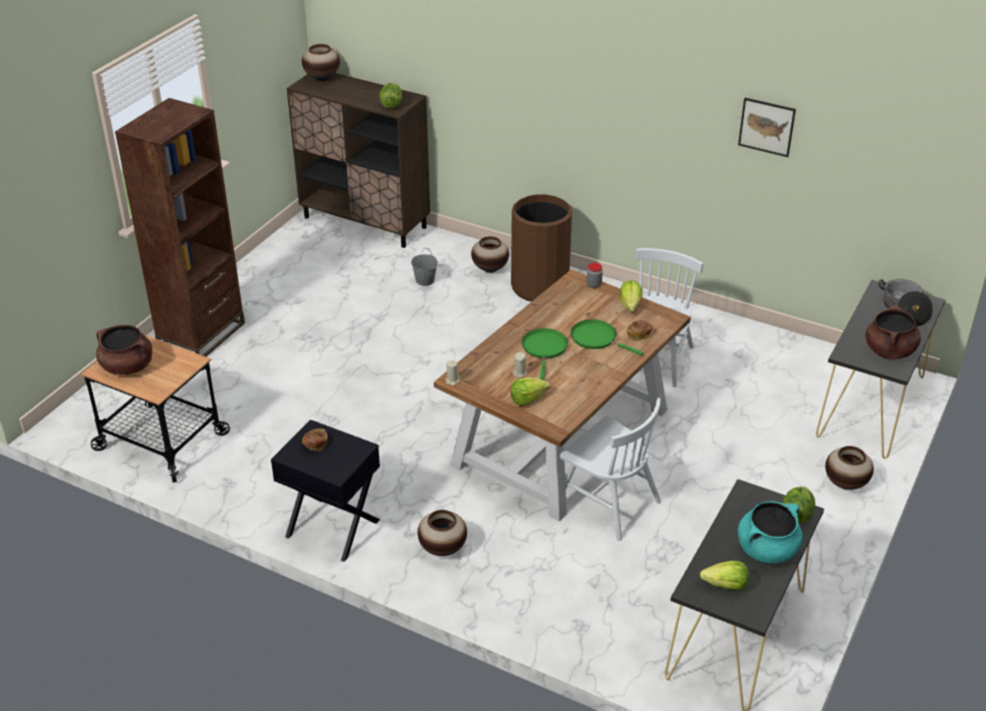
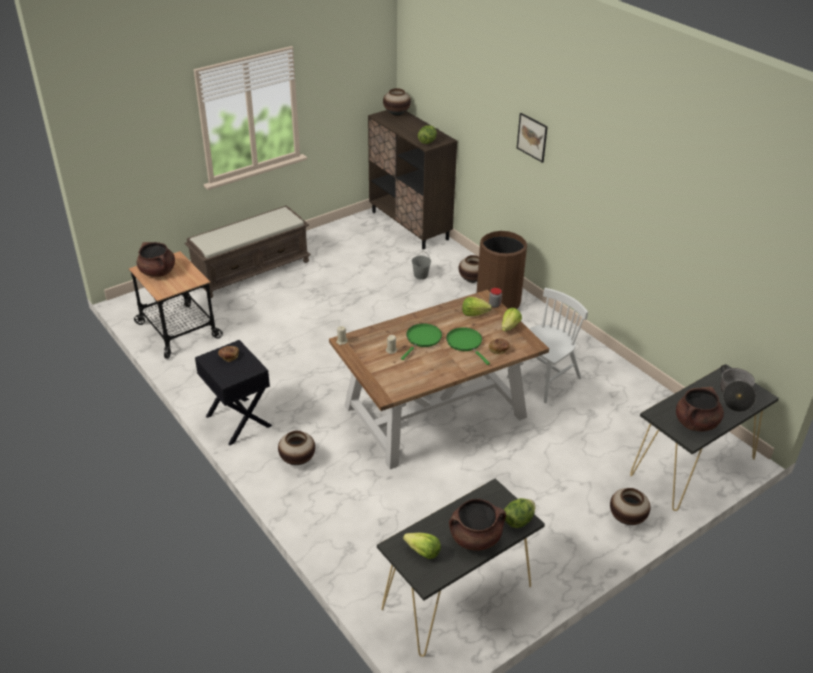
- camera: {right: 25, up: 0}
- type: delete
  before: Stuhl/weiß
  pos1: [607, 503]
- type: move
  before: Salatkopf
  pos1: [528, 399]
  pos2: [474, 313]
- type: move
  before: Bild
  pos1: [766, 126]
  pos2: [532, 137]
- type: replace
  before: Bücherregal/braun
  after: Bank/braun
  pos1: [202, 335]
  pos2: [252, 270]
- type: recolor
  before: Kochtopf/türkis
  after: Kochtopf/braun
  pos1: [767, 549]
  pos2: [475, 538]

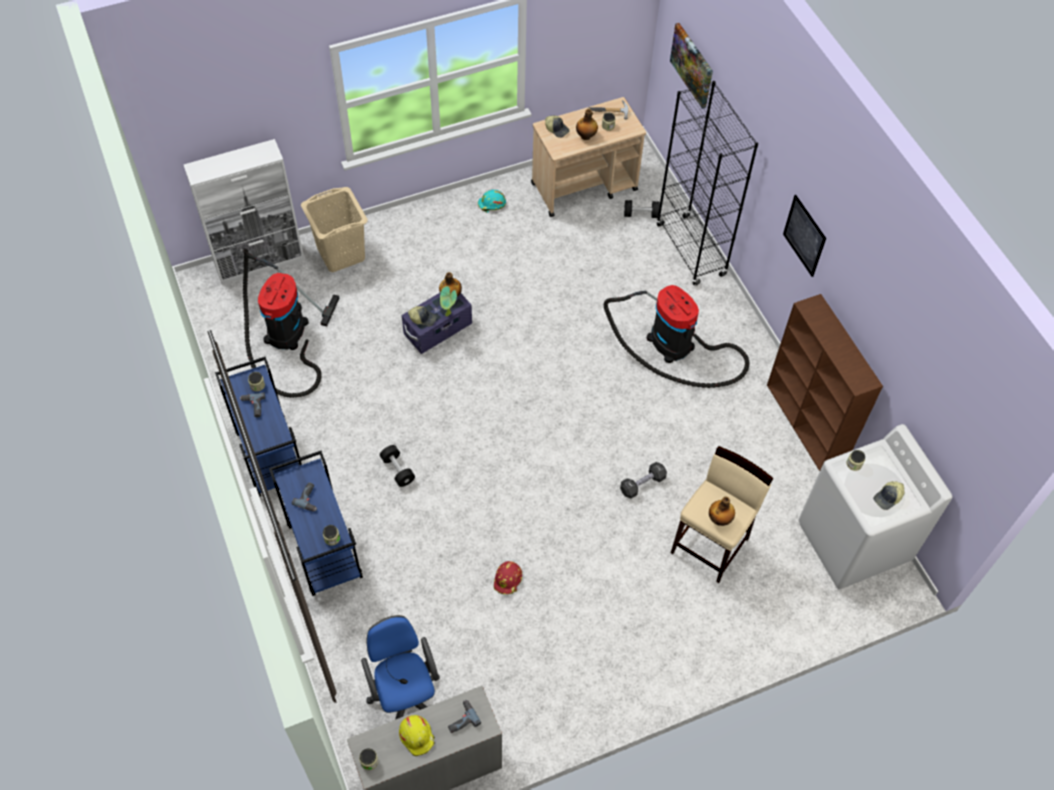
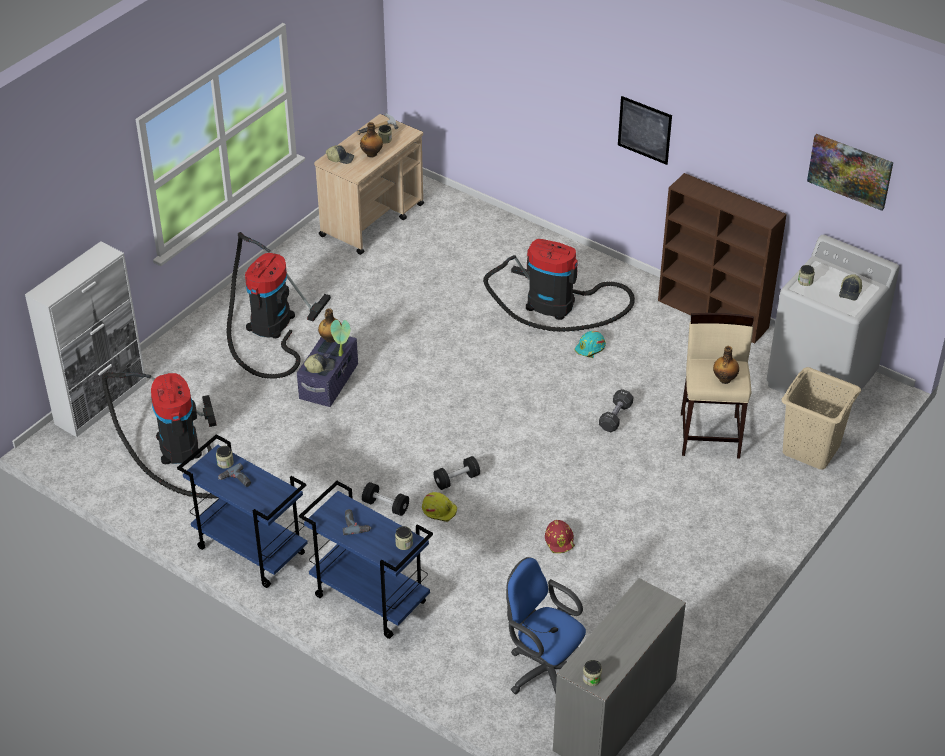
- camera: {right: -30, up: -15}
- type: delete
  before: Bohrmaschine
  pos1: [461, 718]
- type: delete
  before: Bücherregal/schwarz
  pos1: [690, 250]
- type: insert
  after: Staubsauger
  pos2: [269, 326]
- type: move
  before: Wäschekorb/beige
  pos1: [341, 253]
  pos2: [811, 449]
- type: move
  before: Schutzhelm/gelb
  pos1: [417, 736]
  pos2: [439, 510]
- type: move
  before: Schutzhelm/türkis
  pos1: [491, 204]
  pos2: [590, 349]
- type: move
  before: Hantel/schwarz
  pos1: [641, 214]
  pos2: [456, 480]
- type: move
  before: Bild
  pos1: [692, 65]
  pos2: [850, 171]

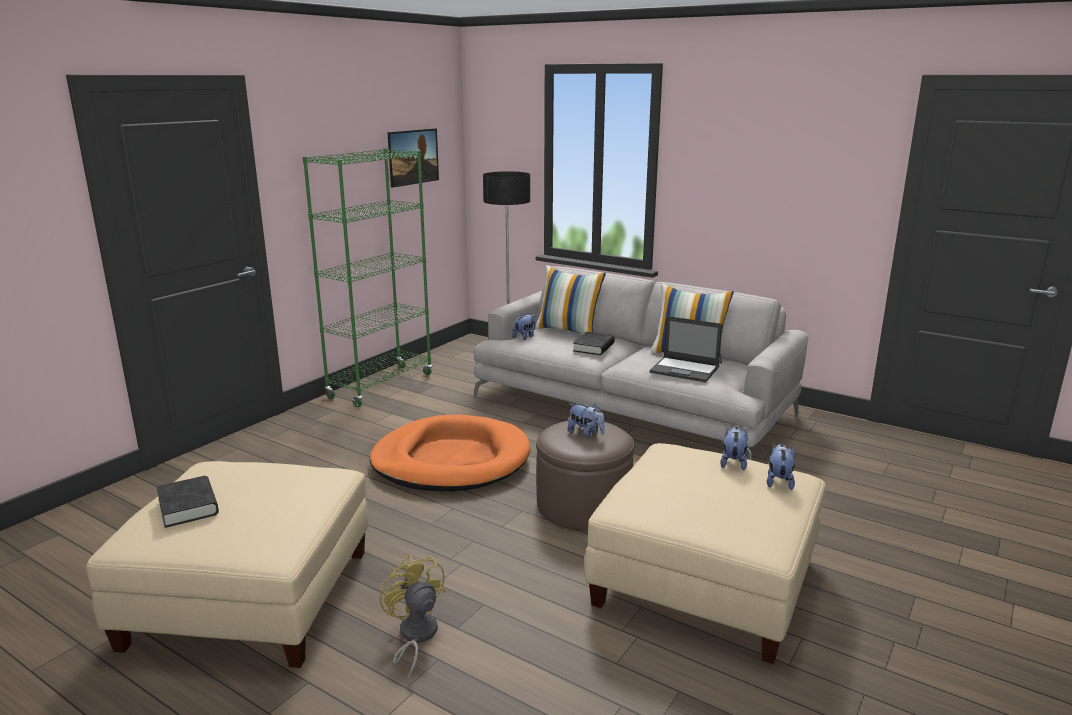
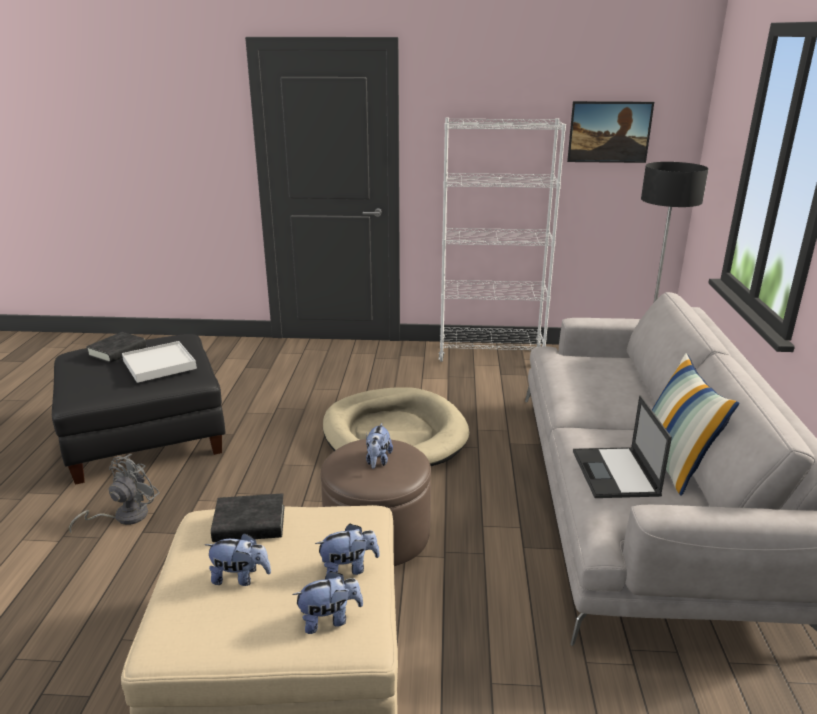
- camera: {right: 60, up: 5}
- type: delete
  before: Kissen
  pos1: [568, 330]
- type: insert
  after: Tablett/weiß
  pos2: [159, 365]
- type: move
  before: Plüschtier
  pos1: [525, 337]
  pos2: [240, 577]
- type: move
  before: Buch/schwarz
  pos1: [593, 347]
  pos2: [249, 524]
- type: recolor
  before: Polsterhocker/beige
  after: Polsterhocker/schwarz
  pos1: [250, 597]
  pos2: [145, 434]
- type: recolor
  before: Bücherregal/grün
  after: Bücherregal/weiß
  pos1: [381, 386]
  pos2: [491, 355]
- type: recolor
  before: Hundebett/orange
  after: Hundebett/beige
  pos1: [451, 460]
  pos2: [394, 434]
- type: recolor
  before: Ventilator/gelb
  after: Ventilator/grau
  pos1: [415, 636]
  pos2: [124, 516]

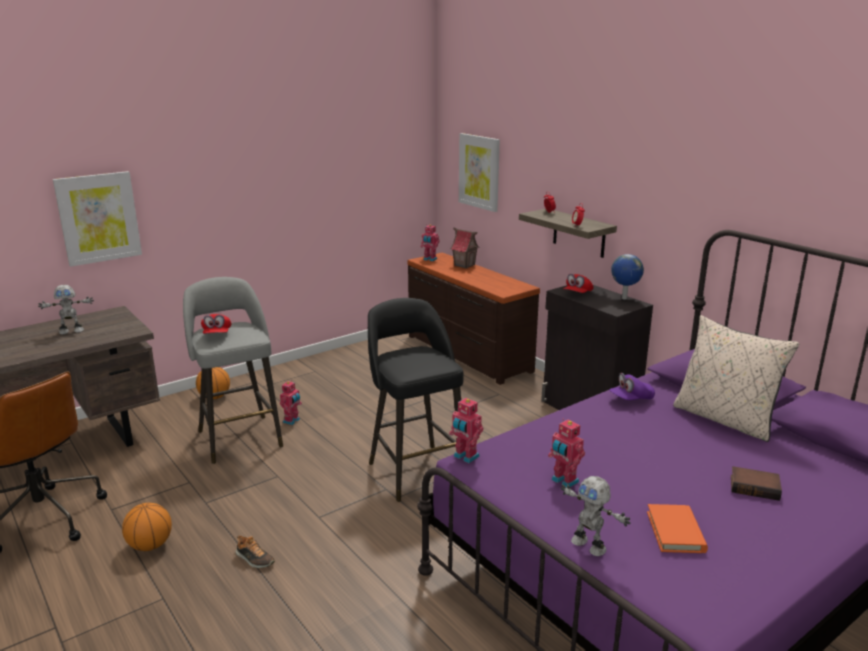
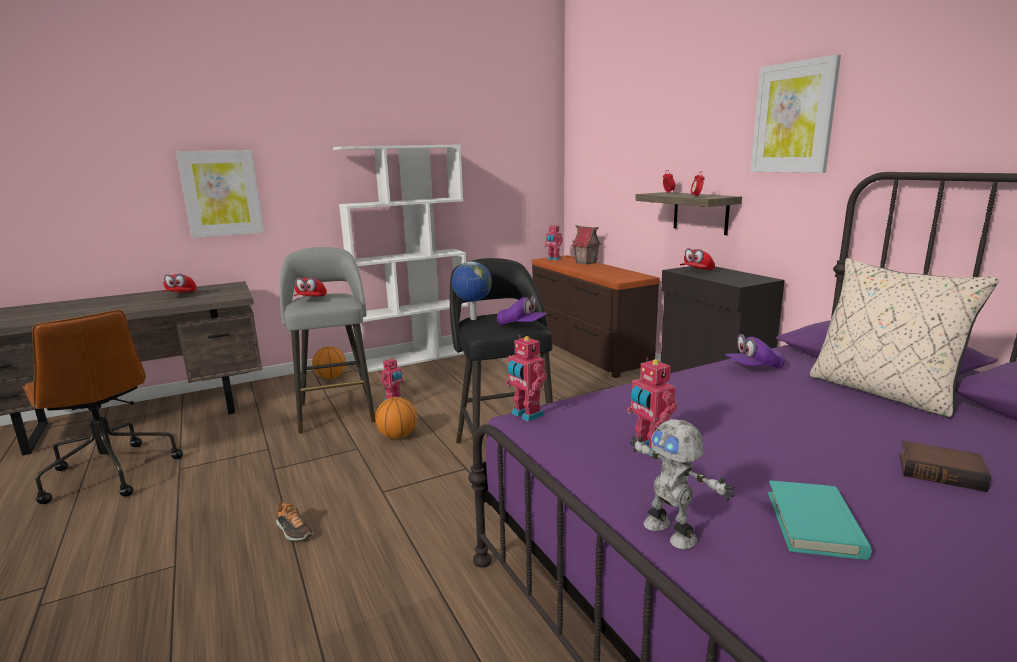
- camera: {right: 10, up: -5}
- type: insert
  after: Bücherregal/weiß
  pos2: [414, 358]
- type: insert
  after: Kappe/lila
  pos2: [522, 325]
- type: move
  before: Basketball
  pos1: [150, 545]
  pos2: [398, 436]
- type: move
  before: Bild
  pos1: [479, 172]
  pos2: [793, 118]
- type: move
  before: Globus
  pos1: [624, 298]
  pos2: [473, 319]
- type: replace
  before: Spielzeugroboter
  after: Kappe/rot
  pos1: [71, 331]
  pos2: [181, 295]
- type: recolor
  before: Buch/orange
  after: Buch/türkis
  pos1: [675, 532]
  pos2: [814, 524]

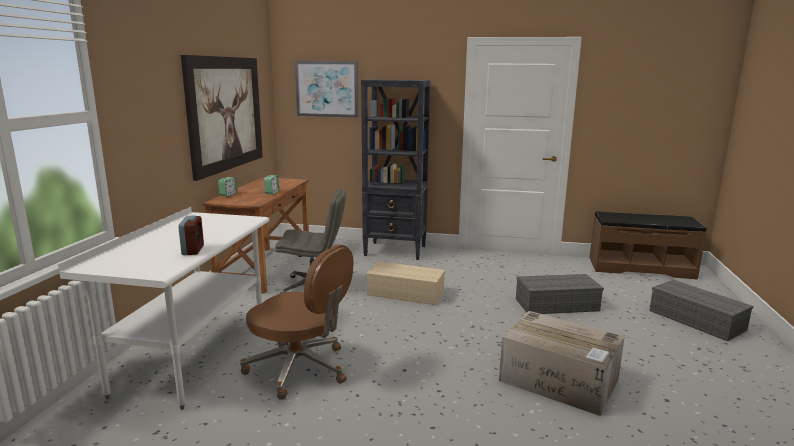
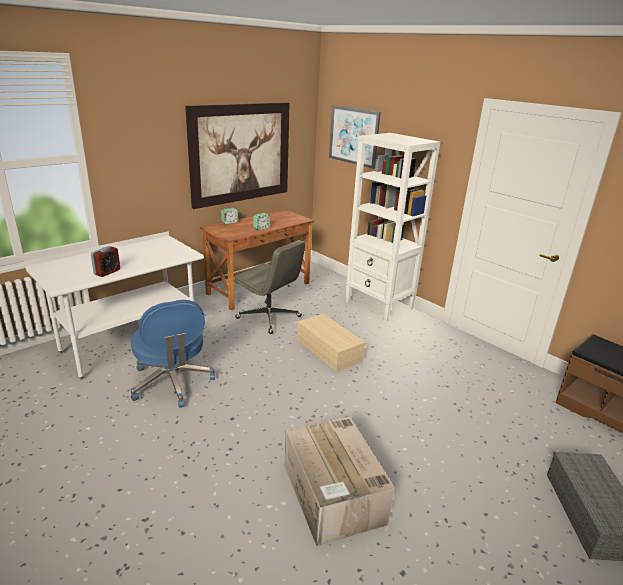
- camera: {right: 35, up: 10}
- type: delete
  before: Aufbewahrungsbox/grau
  pos1: [557, 304]
- type: recolor
  before: Bürostuhl/braun
  after: Bürostuhl/blau
  pos1: [300, 369]
  pos2: [172, 383]
- type: recolor
  before: Bücherregal/schwarz
  after: Bücherregal/weiß
  pos1: [396, 251]
  pos2: [379, 305]

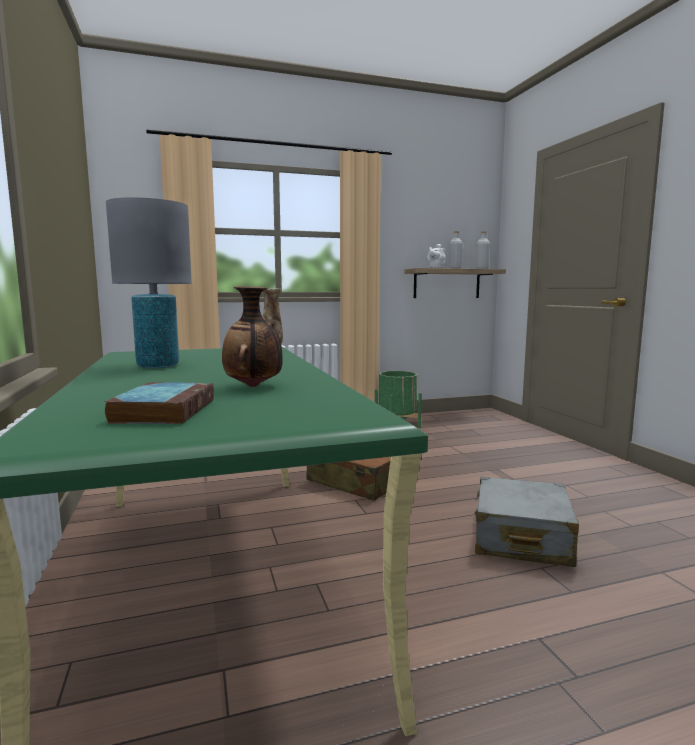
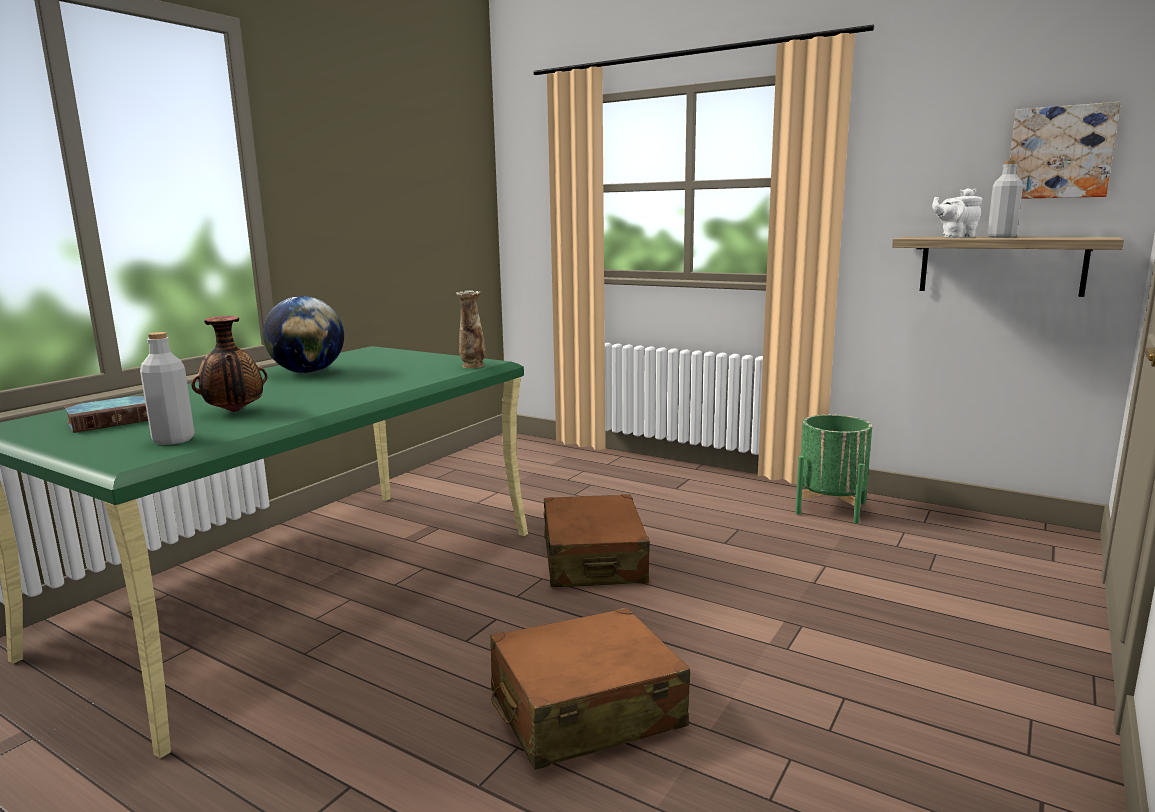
- camera: {right: 50, up: 5}
- type: insert
  after: Bild
  pos2: [1060, 153]
- type: move
  before: Flasche/grau
  pos1: [482, 269]
  pos2: [173, 440]
- type: replace
  before: Tischlampe/grau
  after: Globus
  pos1: [158, 366]
  pos2: [308, 372]
- type: recolor
  before: Koffer/grau
  after: Koffer/braun
  pos1: [521, 538]
  pos2: [585, 710]

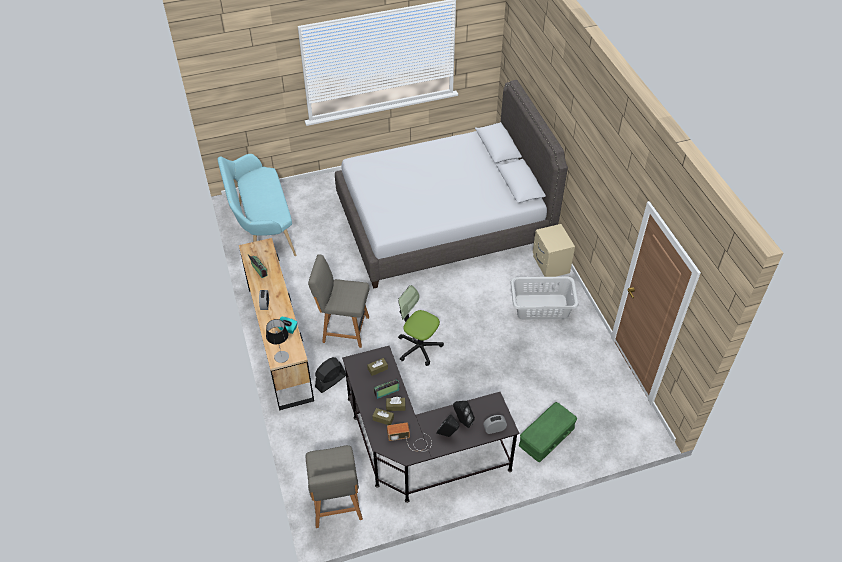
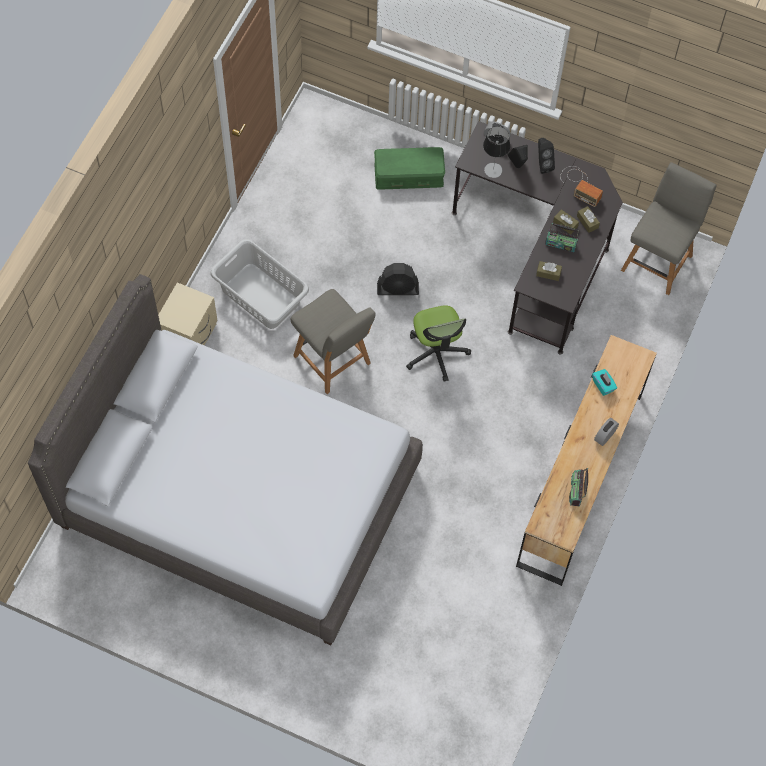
- camera: {right: -140, up: 15}
- type: delete
  before: Bank/türkis
  pos1: [262, 229]
- type: move
  before: Tischlampe
  pos1: [281, 356]
  pos2: [493, 170]
- type: move
  before: Stuhl/grau
  pos1: [344, 329]
  pos2: [333, 361]
- type: move
  before: Ventilator/schwarz
  pos1: [330, 381]
  pos2: [398, 289]

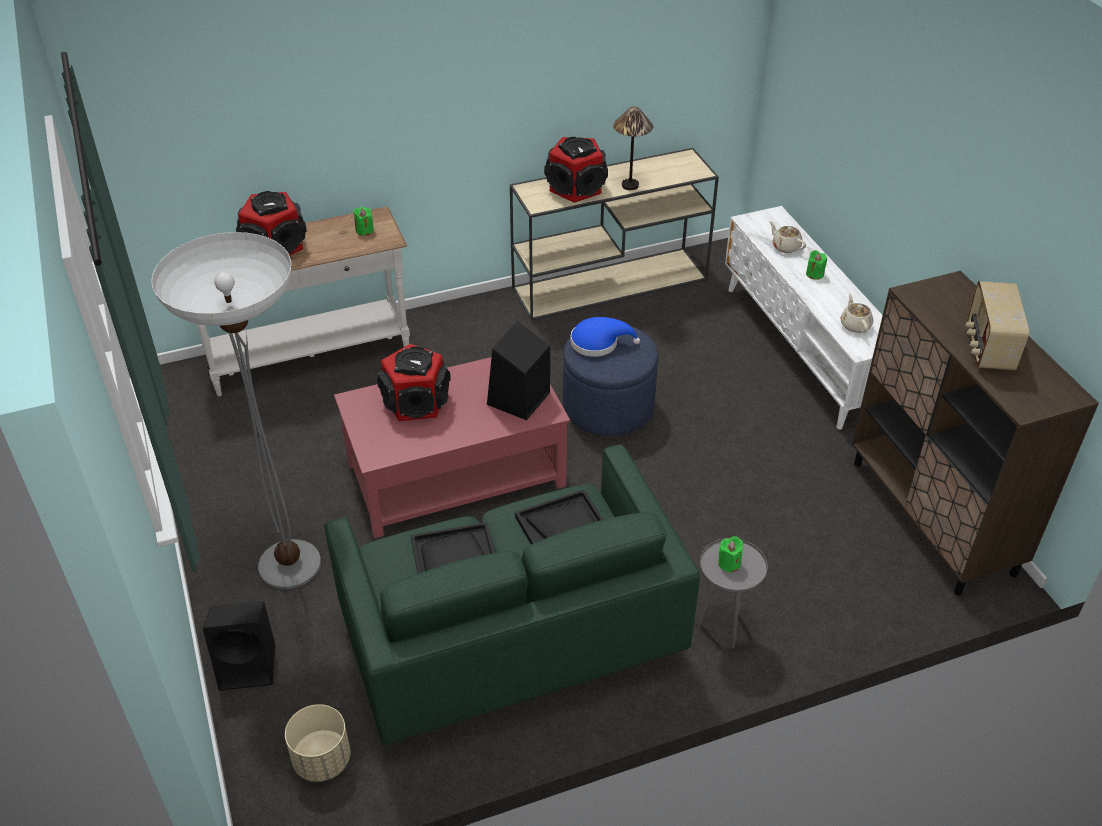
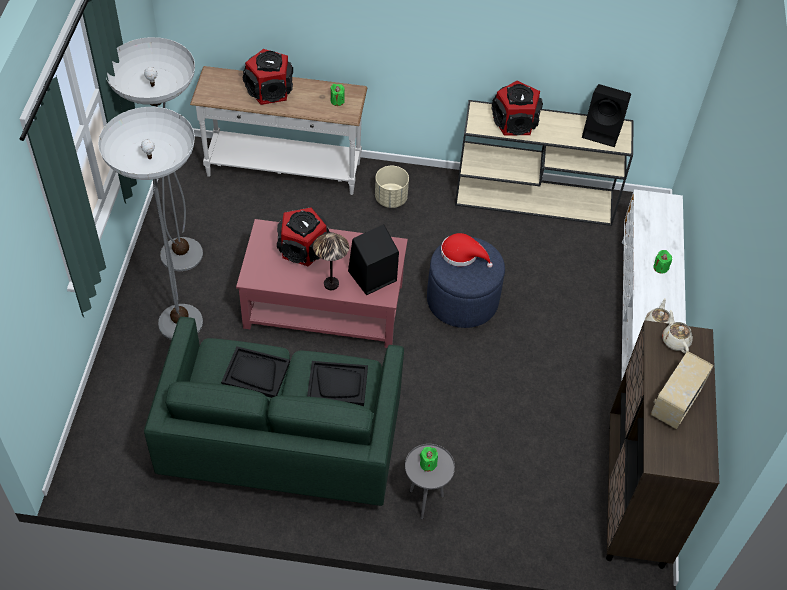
- camera: {right: 25, up: 10}
- type: insert
  after: Stehlampe
  pos2: [181, 254]
- type: move
  before: Lautsprecher/schwarz
  pos1: [249, 665]
  pos2: [603, 131]
- type: move
  before: Pflanzkübel/beige
  pos1: [322, 760]
  pos2: [390, 199]
- type: move
  before: Tischlampe
  pos1: [629, 185]
  pos2: [331, 284]
- type: move
  before: Teekanne/beige
  pos1: [785, 246]
  pos2: [675, 340]
- type: recolor
  before: Hut/blau
  after: Hut/rot
  pos1: [598, 343]
  pos2: [462, 254]

